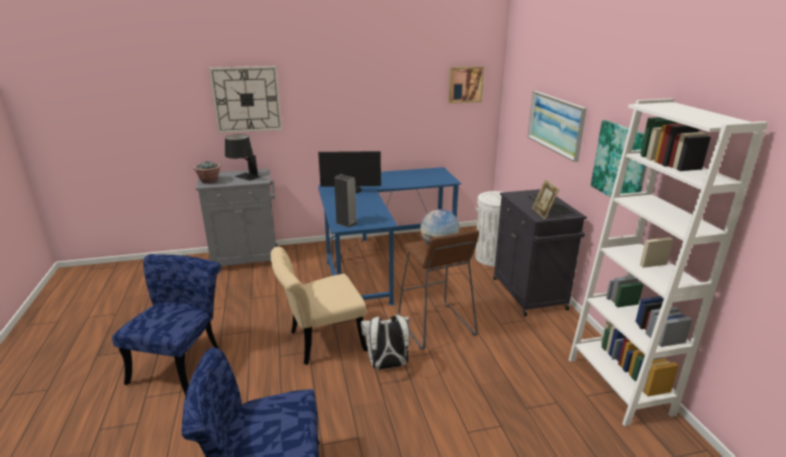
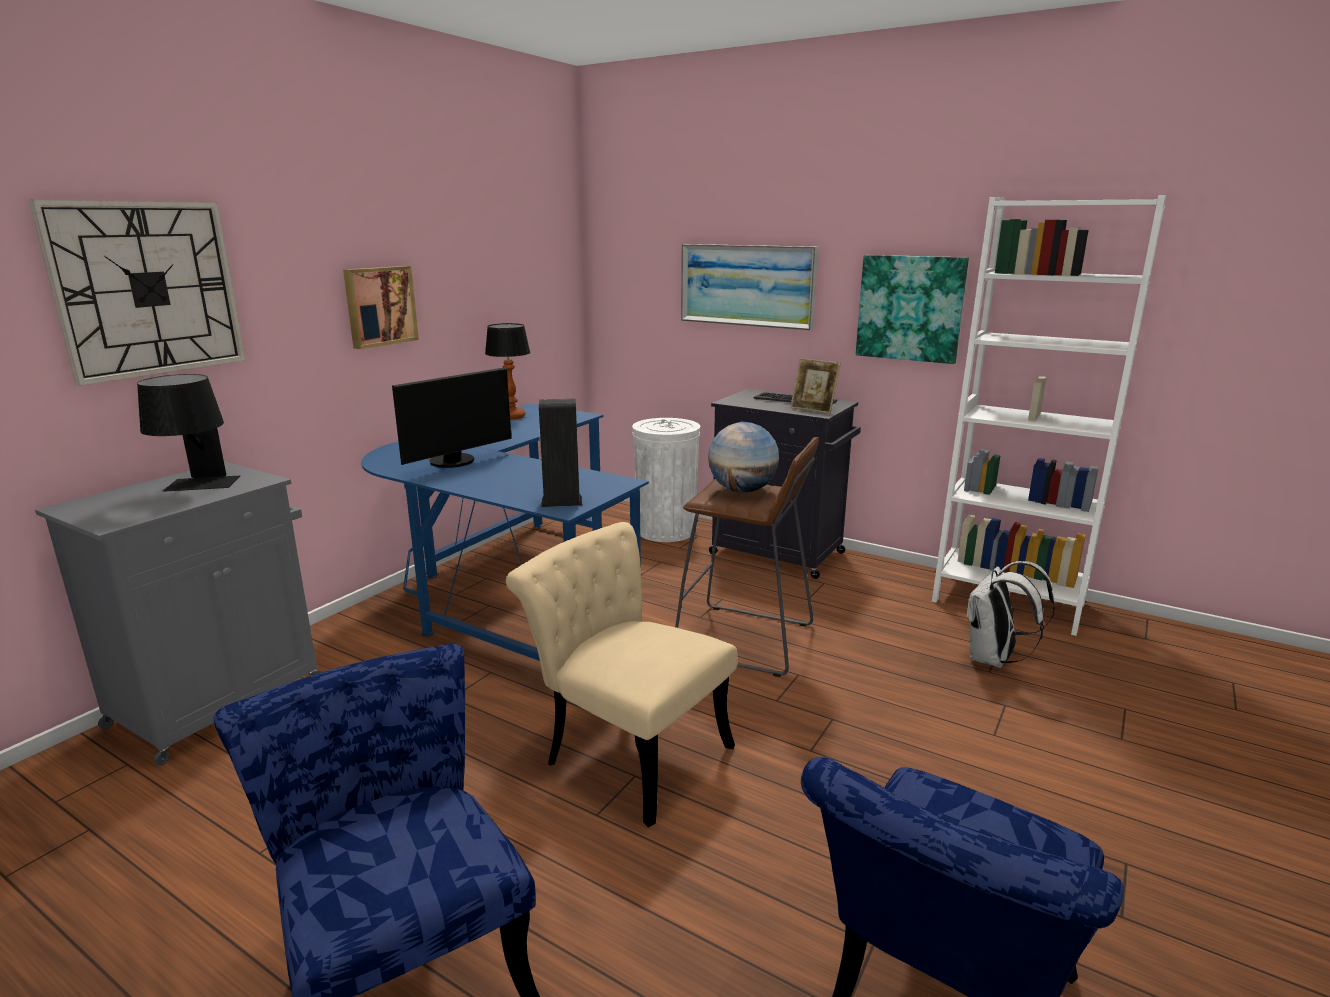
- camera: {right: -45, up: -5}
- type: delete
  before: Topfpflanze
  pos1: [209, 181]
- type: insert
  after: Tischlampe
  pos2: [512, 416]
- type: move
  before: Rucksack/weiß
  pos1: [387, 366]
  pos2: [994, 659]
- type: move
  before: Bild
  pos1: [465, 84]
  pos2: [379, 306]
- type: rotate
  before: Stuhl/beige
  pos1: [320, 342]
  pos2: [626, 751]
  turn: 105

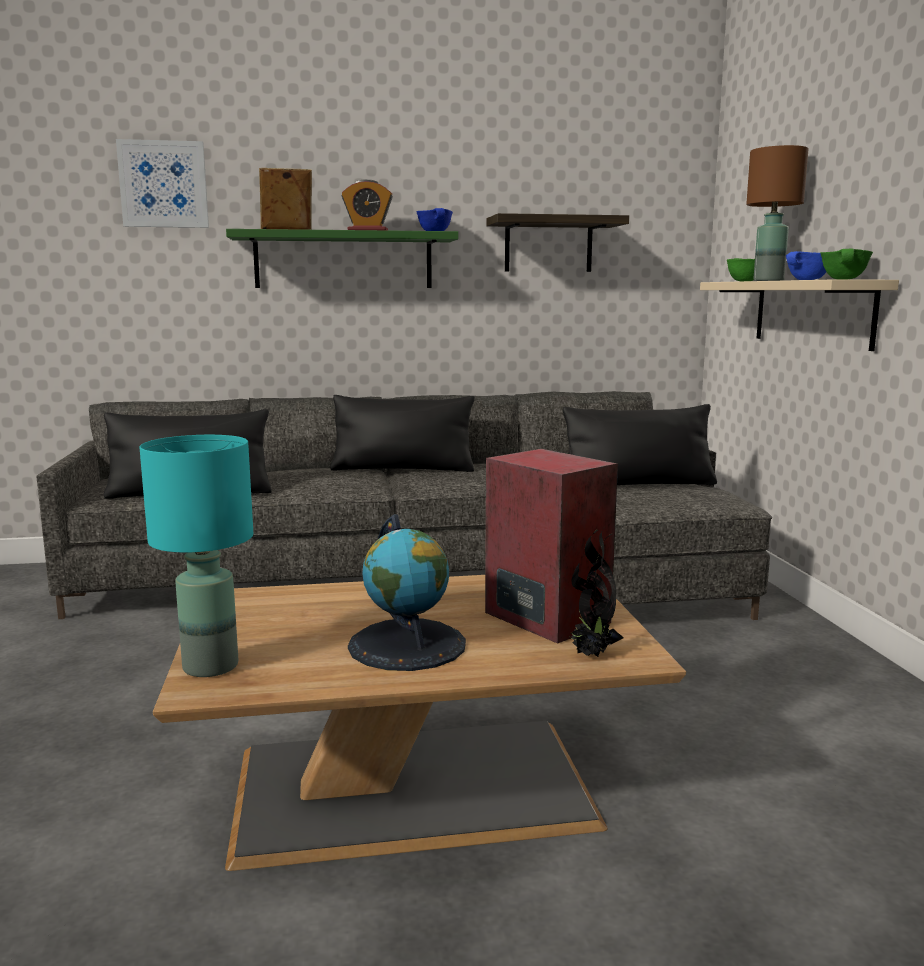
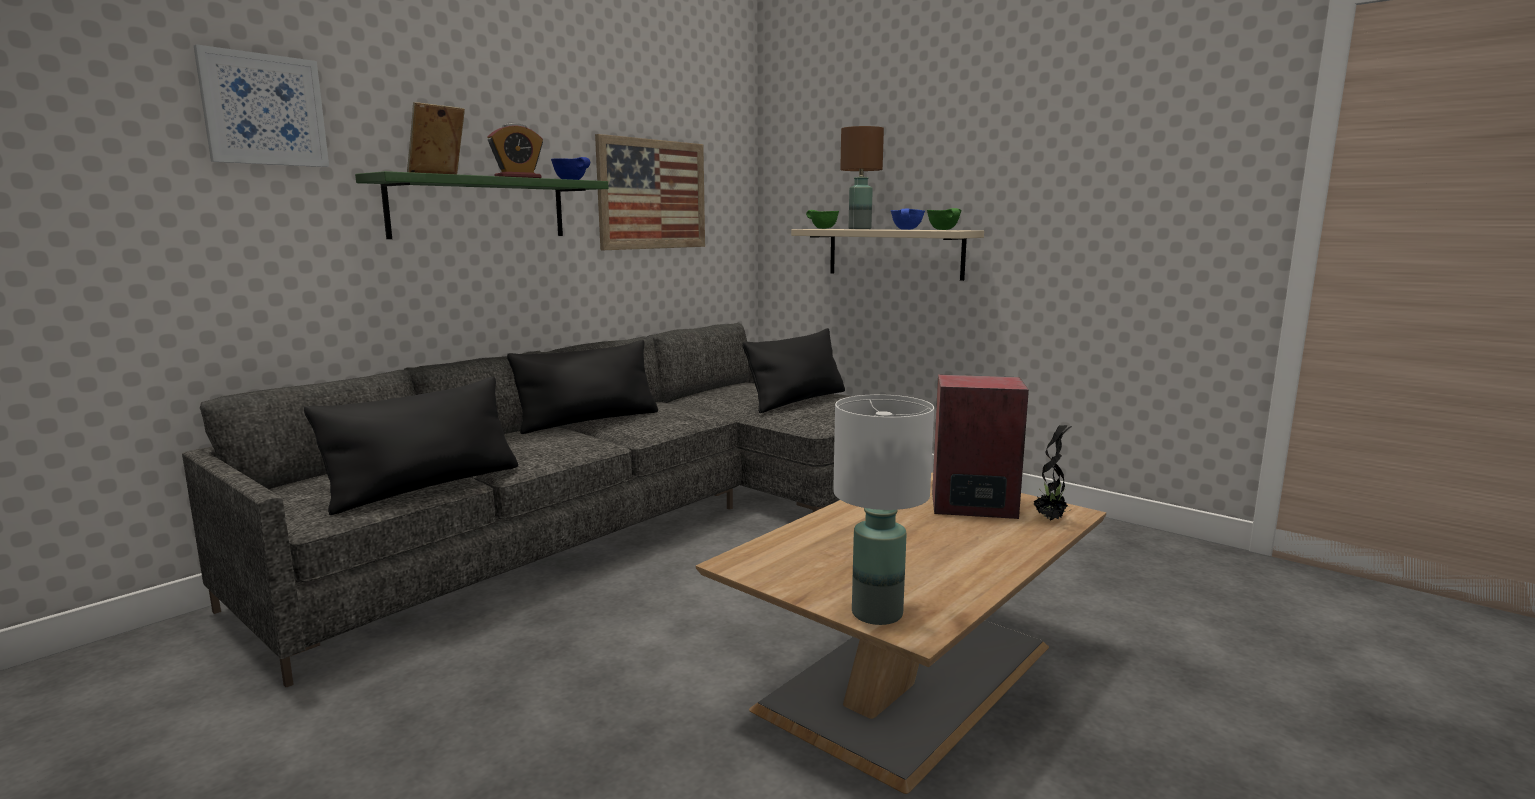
- camera: {right: -40, up: 0}
- type: delete
  before: Globus
  pos1: [407, 645]
- type: replace
  before: Wandregal
  after: Bild
  pos1: [548, 245]
  pos2: [652, 194]
- type: recolor
  before: Tischlampe/türkis
  after: Tischlampe/weiß
  pos1: [210, 666]
  pos2: [875, 613]

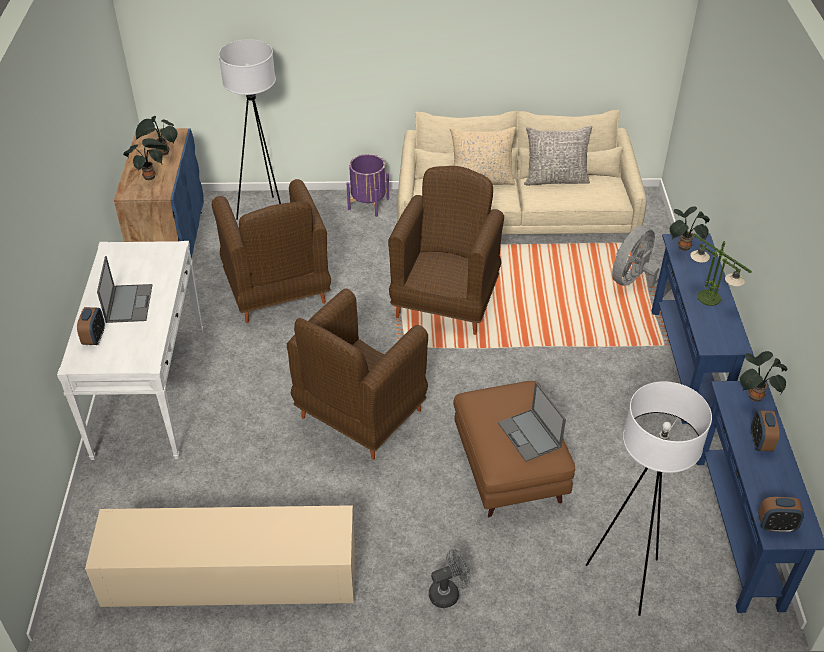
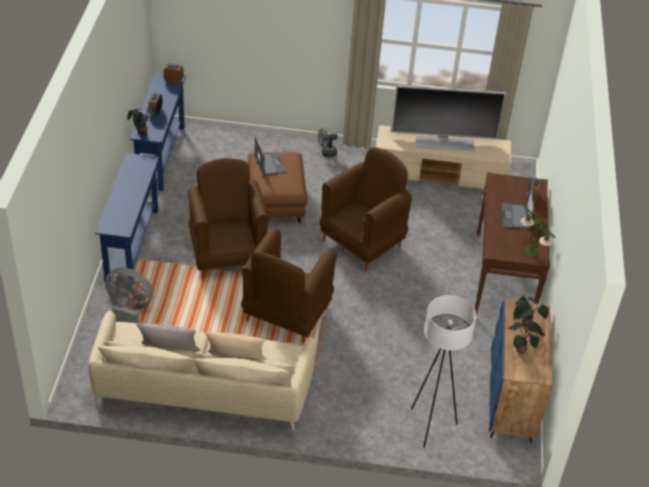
- camera: {right: -175, up: 0}
- type: delete
  before: Pflanzkübel/lila
  pos1: [368, 204]
- type: delete
  before: Stehlampe/weiß
  pos1: [626, 578]
- type: delete
  before: Topfpflanze
  pos1: [683, 246]
- type: insert
  after: Fernseher
  pos2: [444, 143]
- type: move
  before: Sessel/braun
  pos1: [277, 293]
  pos2: [228, 256]
- type: move
  before: Tischlampe
  pos1: [709, 298]
  pos2: [531, 251]
- type: recolor
  before: Konsolentisch/weiß
  after: Konsolentisch/braun
  pos1: [150, 390]
  pos2: [503, 278]
- type: rotate
  before: Ventilator/grau
  pos1: [637, 282]
  pos2: [129, 311]
  turn: -120

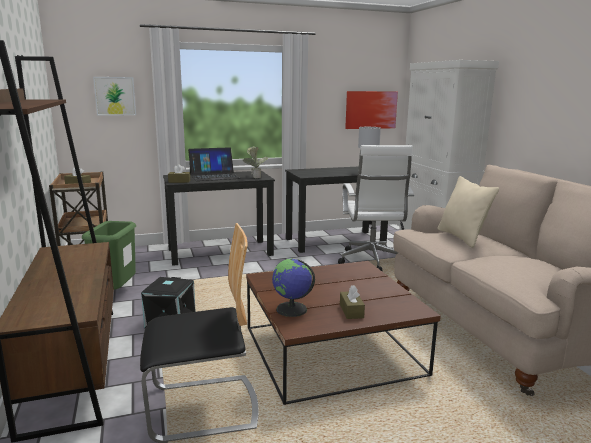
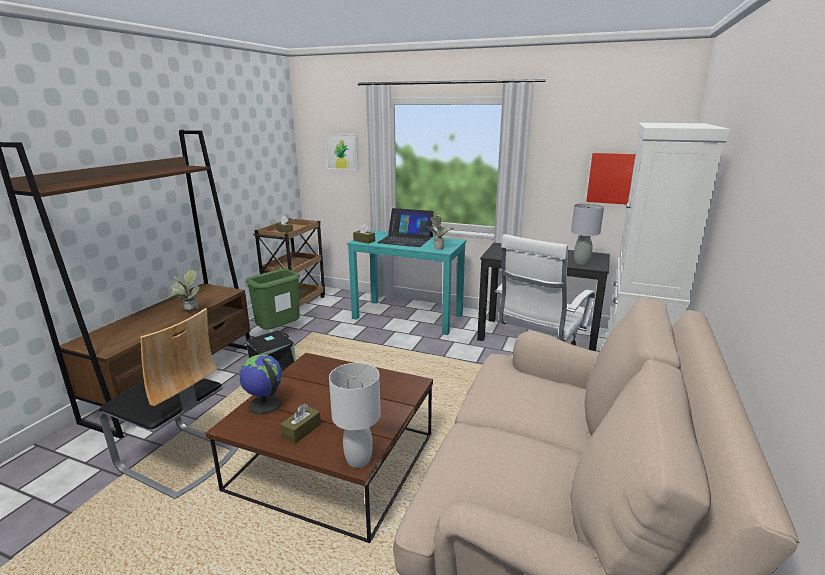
- camera: {right: 40, up: 5}
- type: delete
  before: Kissen/beige
  pos1: [462, 237]
- type: insert
  after: Topfpflanze
  pos2: [189, 311]
- type: insert
  after: Tischlampe/weiß
  pos2: [359, 459]
- type: recolor
  before: Schreibtisch/schwarz
  after: Schreibtisch/türkis
  pos1: [220, 252]
  pos2: [408, 316]

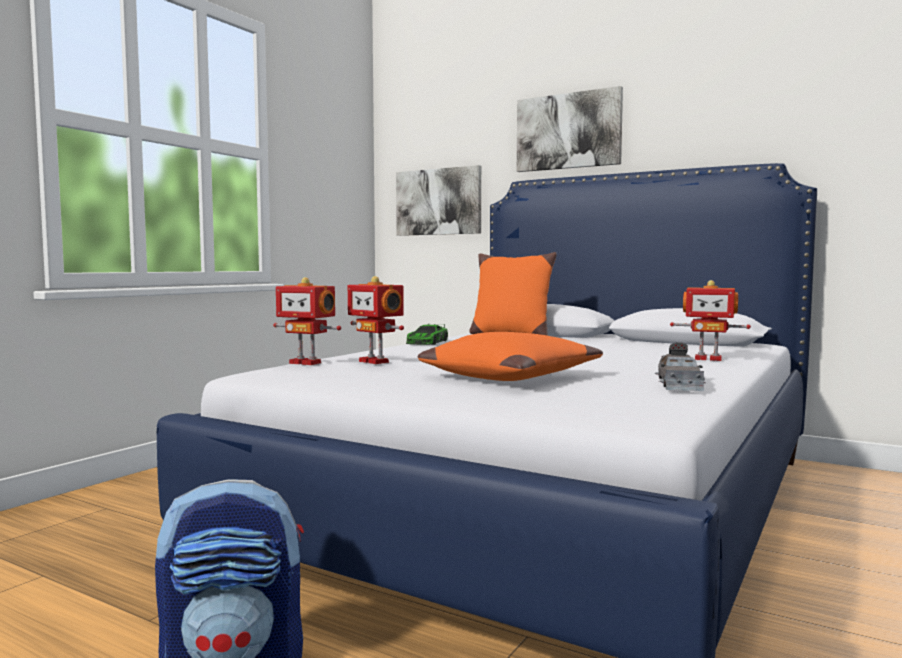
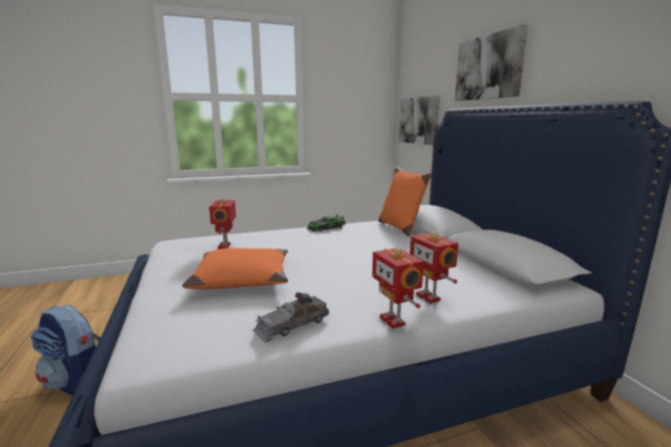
- camera: {right: 40, up: 10}
- type: move
  before: Spielzeugroboter
  pos1: [306, 363]
  pos2: [394, 320]

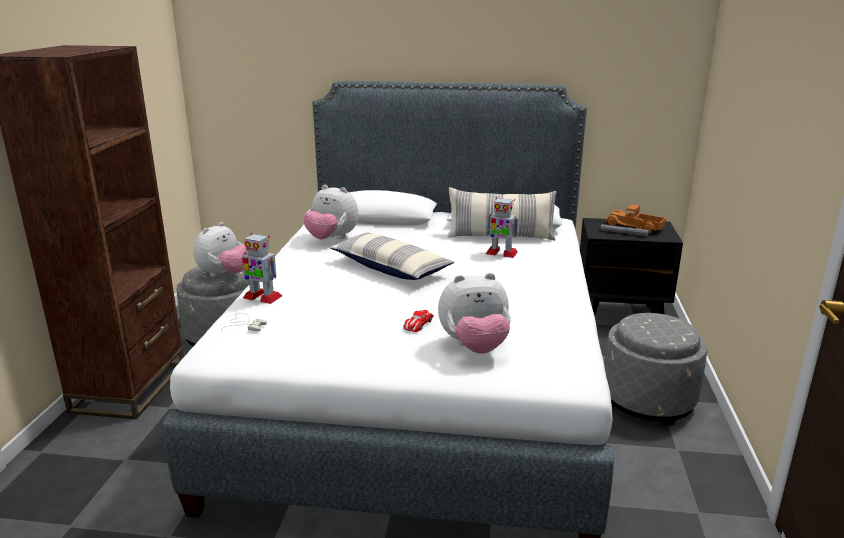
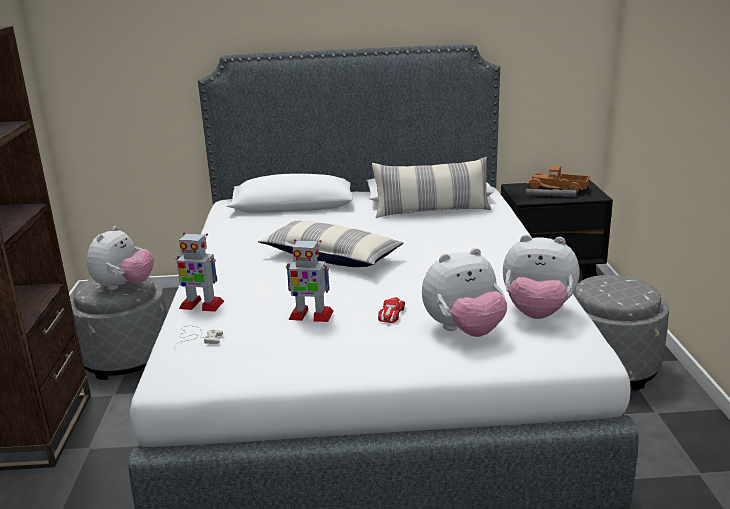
- camera: {right: -10, up: 0}
- type: move
  before: Plüschtier
  pos1: [332, 239]
  pos2: [537, 313]
- type: move
  before: Spielzeugroboter
  pos1: [501, 253]
  pos2: [310, 315]

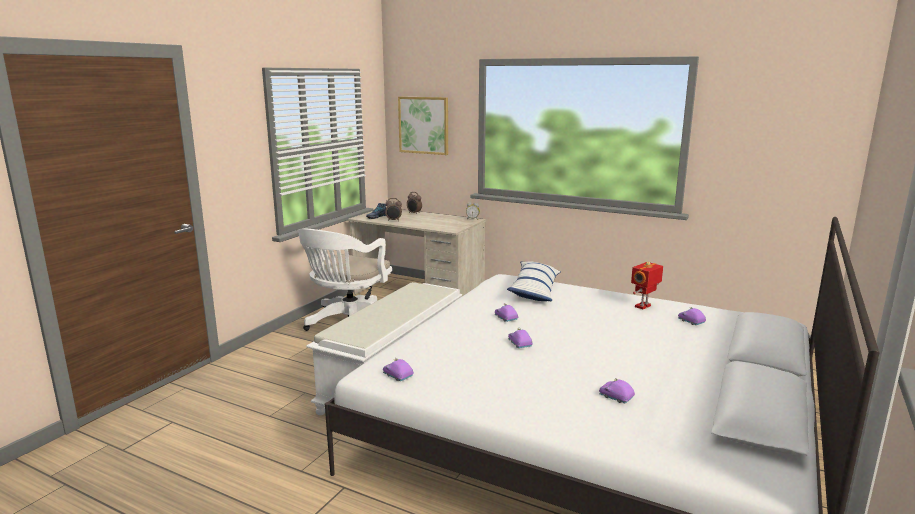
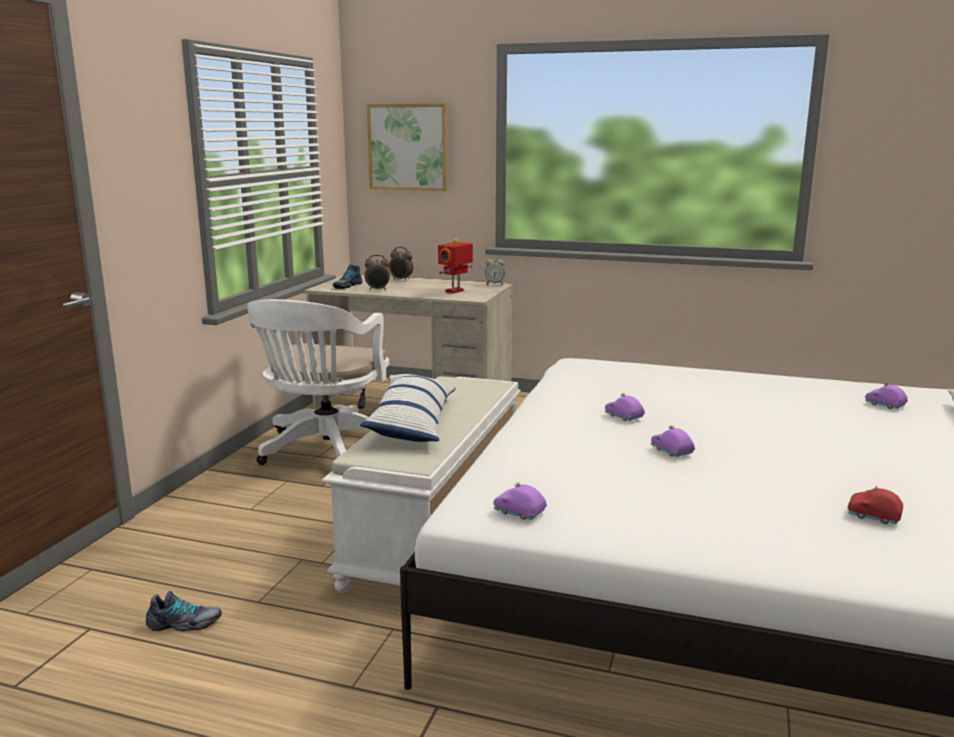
- camera: {right: -10, up: 0}
- type: insert
  after: Schuh
  pos2: [184, 624]
- type: move
  before: Kissen
  pos1: [534, 290]
  pos2: [412, 423]
- type: move
  before: Spielzeugroboter
  pos1: [643, 306]
  pos2: [455, 291]
- type: recolor
  before: Spielzeugauto/lila
  after: Spielzeugauto/rot
  pos1: [616, 397]
  pos2: [874, 517]

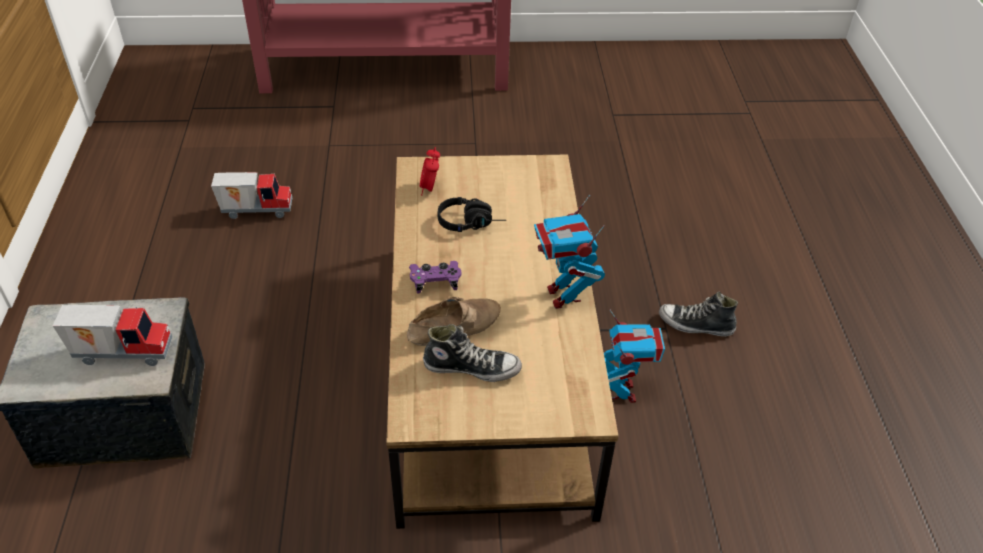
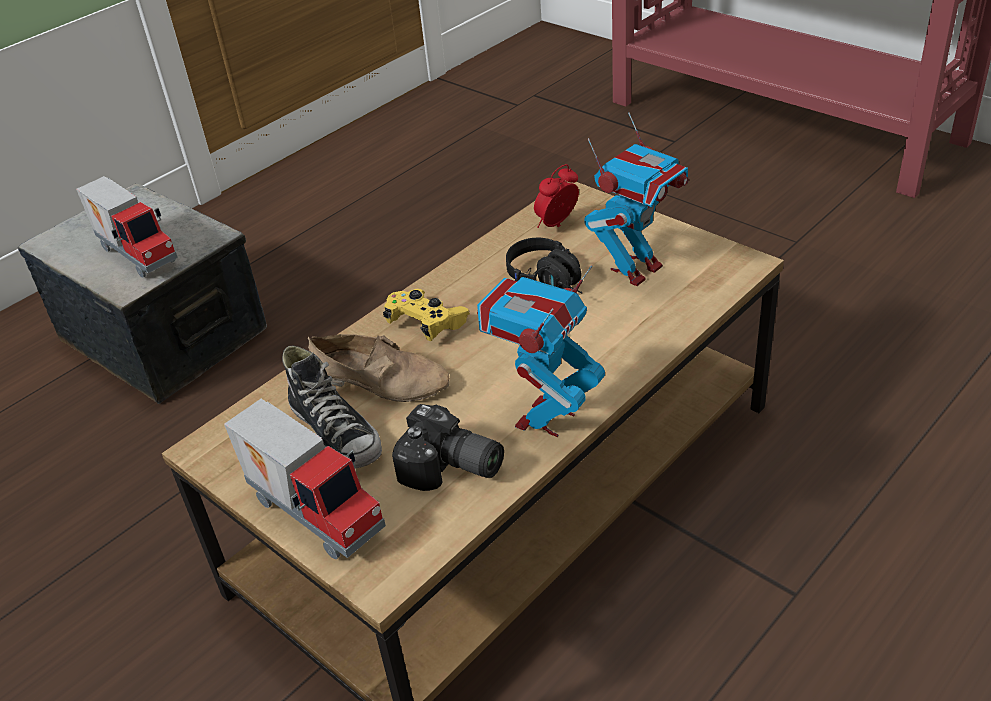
- camera: {right: 50, up: -5}
- type: delete
  before: Schuh
  pos1: [695, 325]
- type: insert
  after: Kamera
  pos2: [451, 470]
- type: move
  before: Spielzeuglaster
  pos1: [256, 209]
  pos2: [317, 510]
- type: move
  before: Spielzeugroboter
  pos1: [622, 391]
  pos2: [635, 269]
- type: recolor
  before: Gamepad/lila
  after: Gamepad/gelb
  pos1: [435, 282]
  pos2: [426, 324]

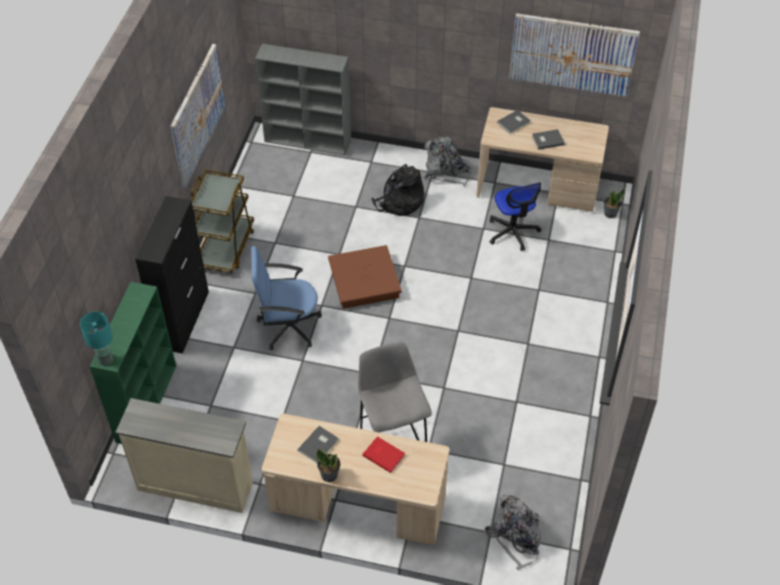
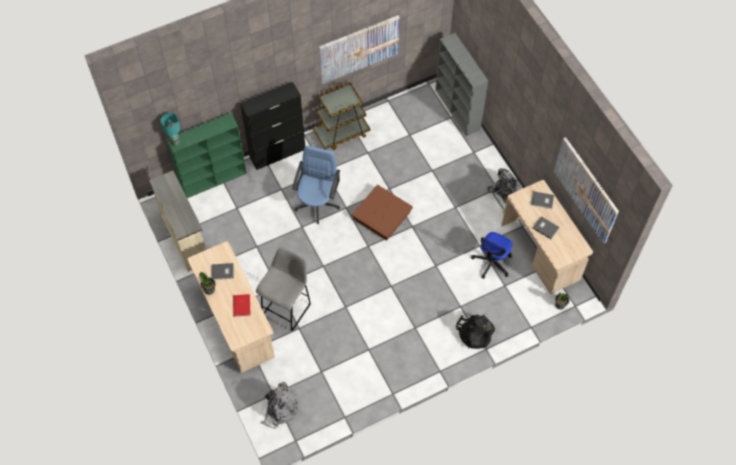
- camera: {right: 50, up: 10}
- type: move
  before: Rucksack/schwarz
  pos1: [399, 202]
  pos2: [474, 333]
- type: rotate
  before: Bürostuhl/blau
  pos1: [288, 326]
  pos2: [317, 203]
  turn: 60

